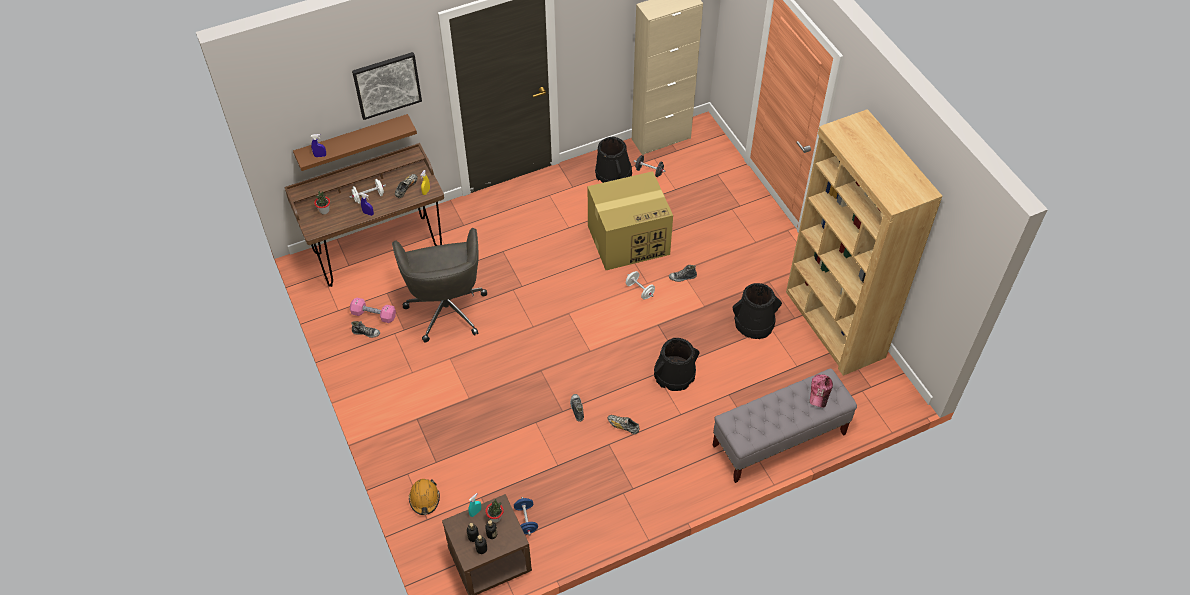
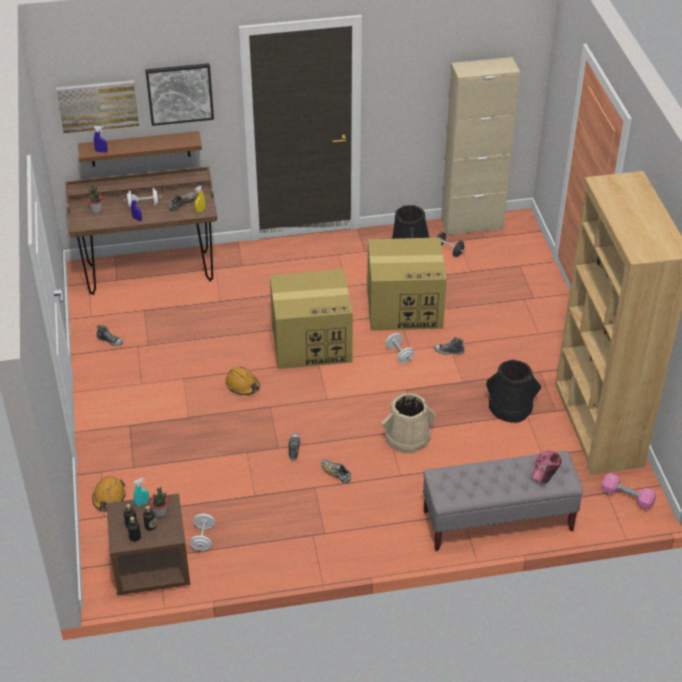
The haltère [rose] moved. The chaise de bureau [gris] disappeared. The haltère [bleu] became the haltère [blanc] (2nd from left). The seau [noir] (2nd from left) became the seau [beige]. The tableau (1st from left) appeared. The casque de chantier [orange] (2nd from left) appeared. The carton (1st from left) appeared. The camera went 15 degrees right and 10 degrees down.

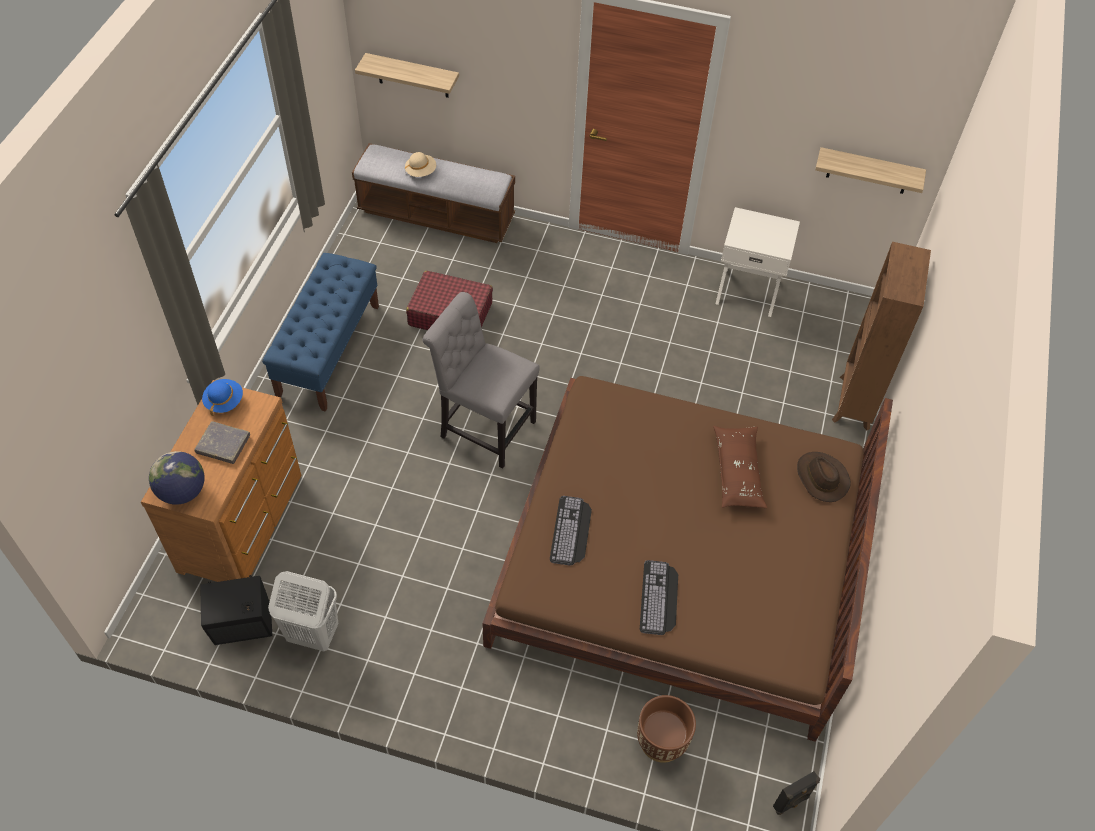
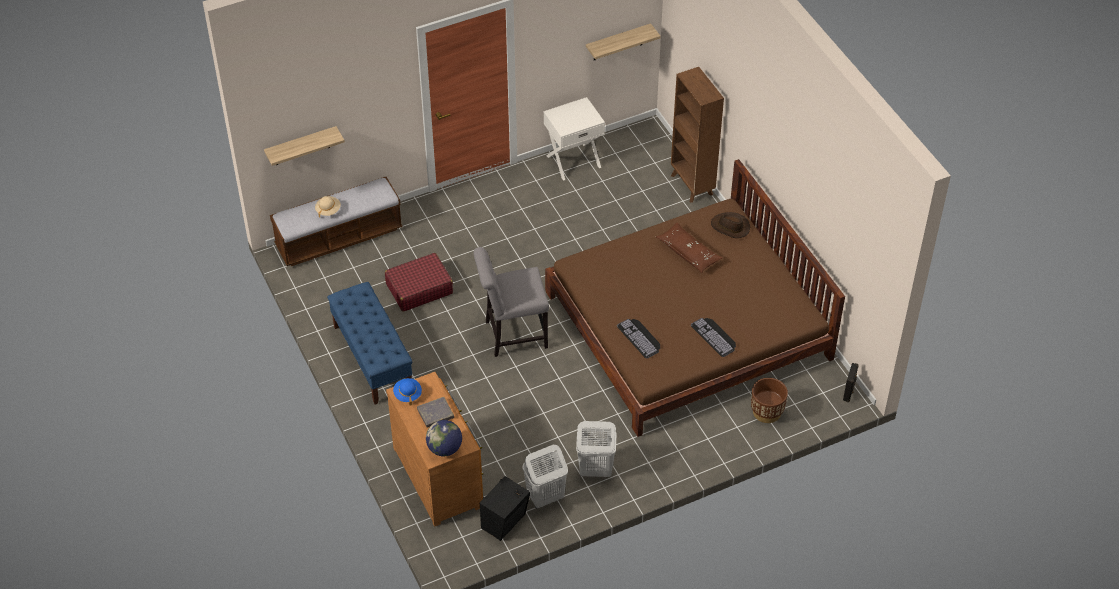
The panier à linge [blanc] (2nd from left) appeared. The camera went 40 degrees left and 5 degrees down.

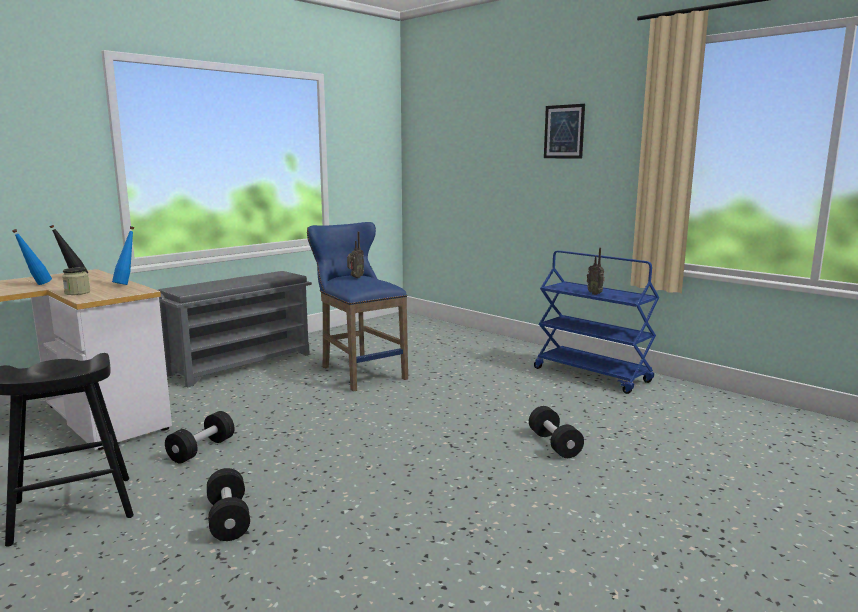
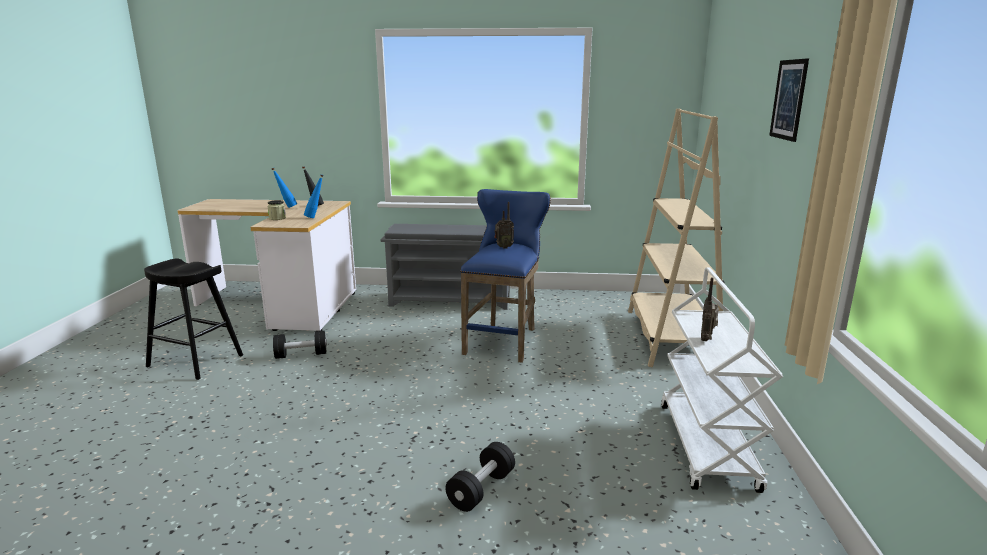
The haltère [noir] (2nd from left) disappeared. The chariot [bleu] became the chariot [blanc]. The bibliothèque [beige] appeared. The camera went 50 degrees right and 5 degrees up.

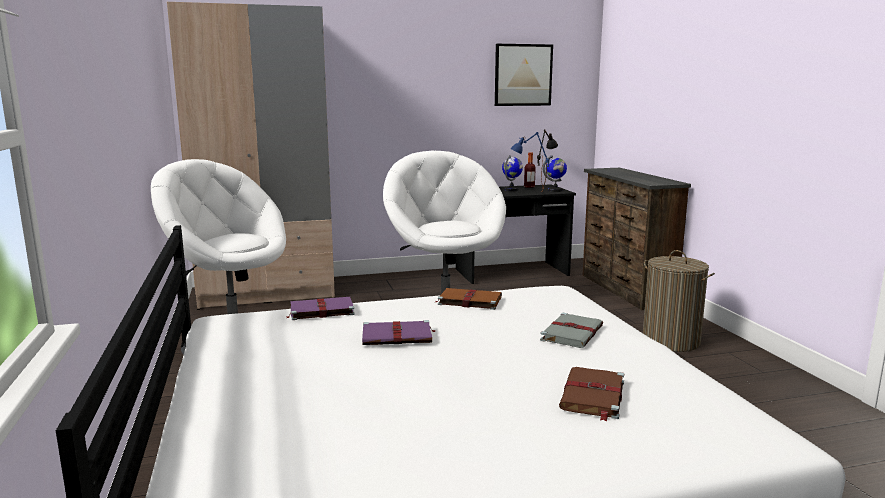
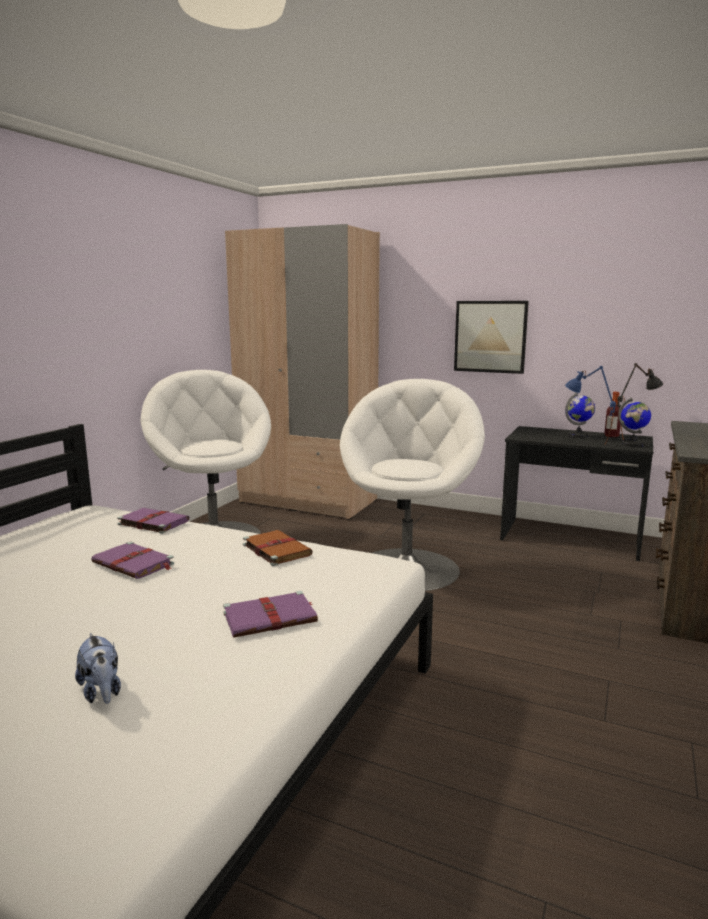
The tableau moved. The livre [gris] became the livre [violet] (3rd from left). The livre [marron] (2nd from left) was replaced by the peluche. The panier à linge disappeared. The camera went 40 degrees right and 0 degrees up.

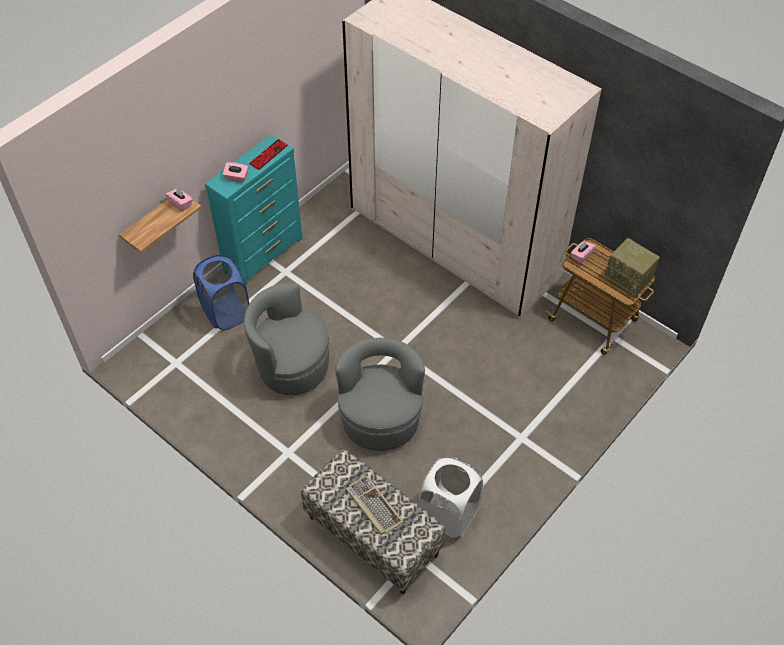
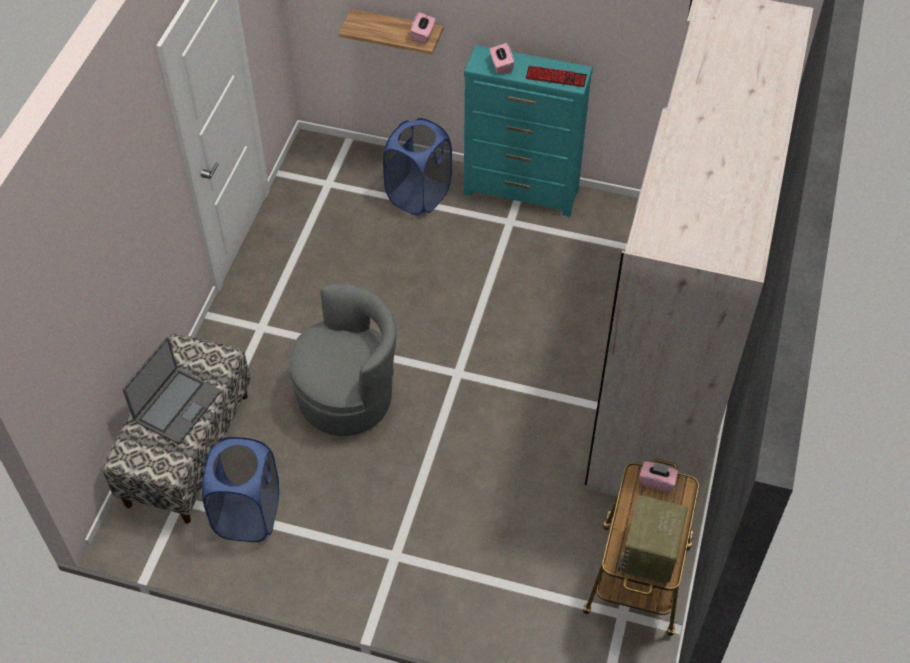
The fauteuil [gris] (1st from left) disappeared. The clavier (2nd from left) was replaced by the ordinateur portable. The panier à linge [blanc] became the panier à linge [bleu] (1st from left). The camera went 65 degrees right and 0 degrees up.

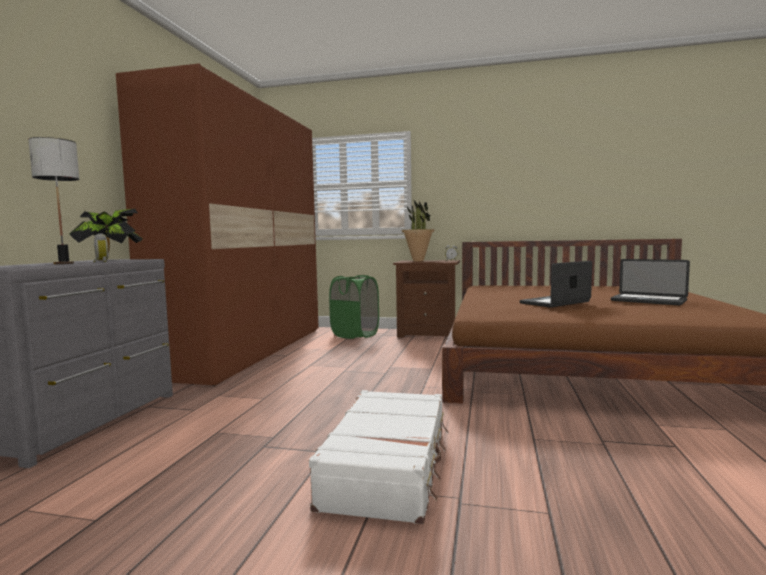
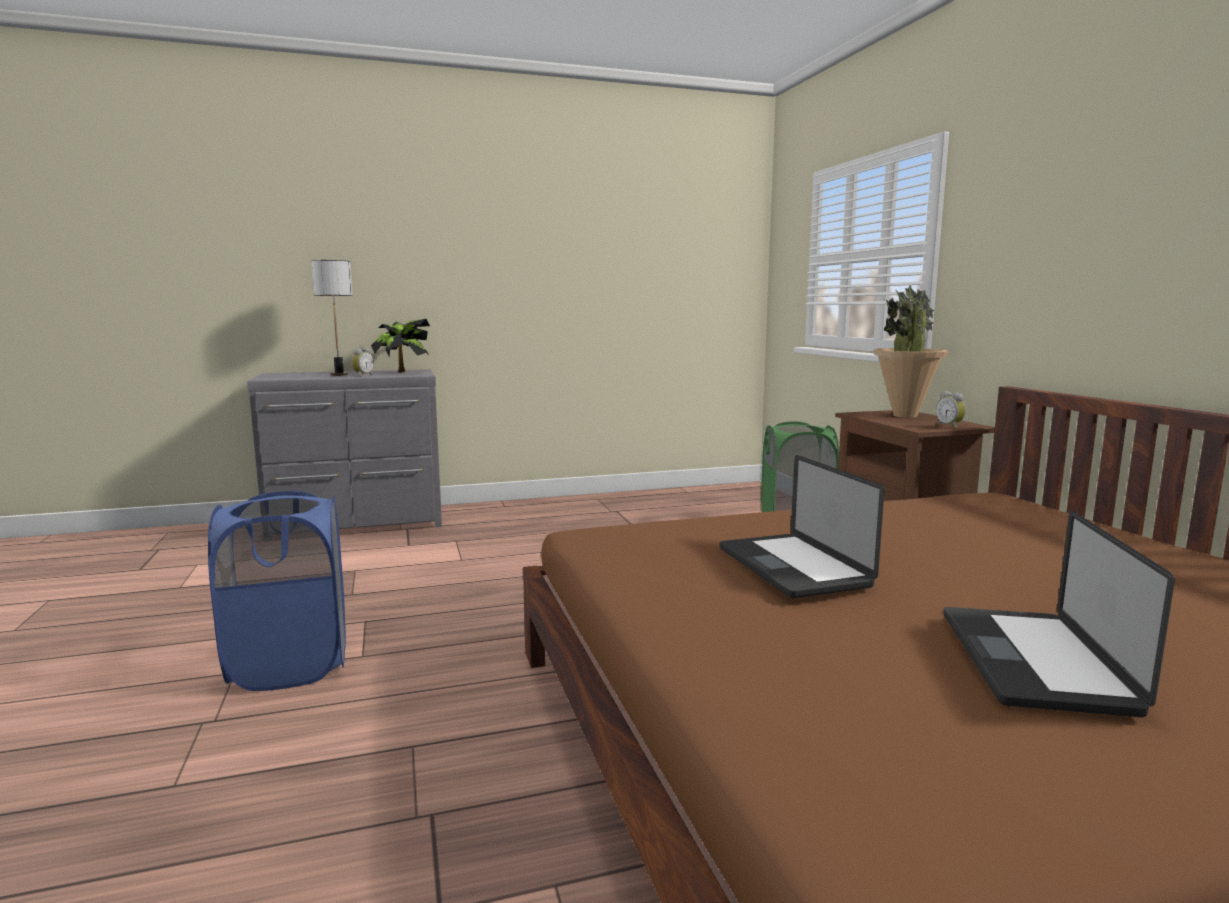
The armoire [marron] disappeared. The valise [blanc] was replaced by the panier à linge [bleu]. The ordinateur portable (1st from left) turned 135 degrees counterclockwise. The camera went 60 degrees right and 5 degrees up.

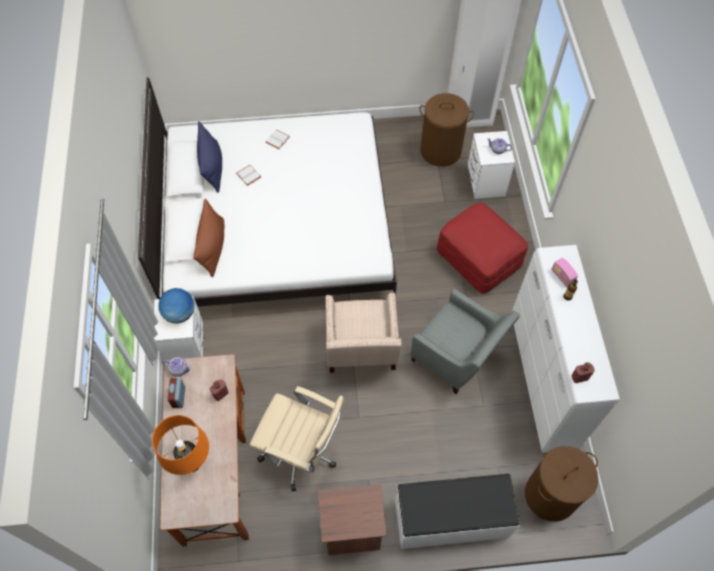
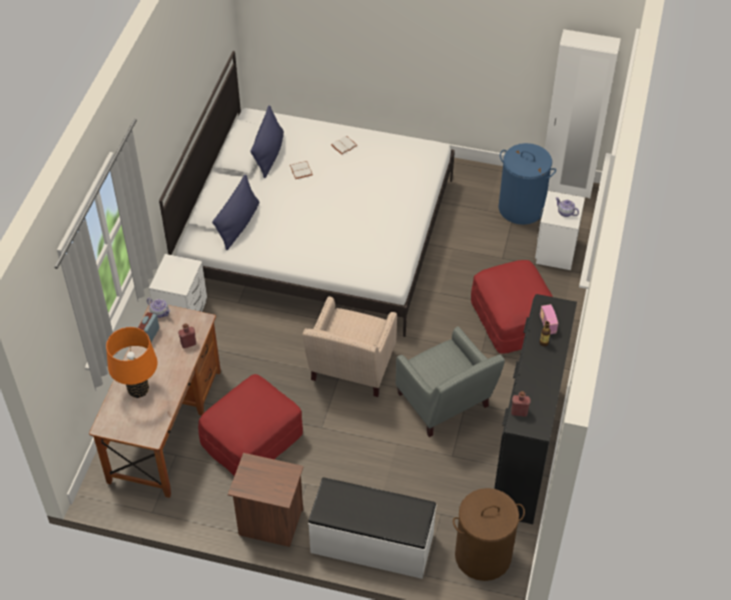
The globe disappeared. The coussin [marron] became the coussin [bleu] (1st from left). The chaise de bureau [beige] was replaced by the pouf [rouge] (1st from left). The panier à linge [marron] (1st from left) became the panier à linge [bleu]. The commode [blanc] became the commode [noir]. The camera went 20 degrees right and 10 degrees down.

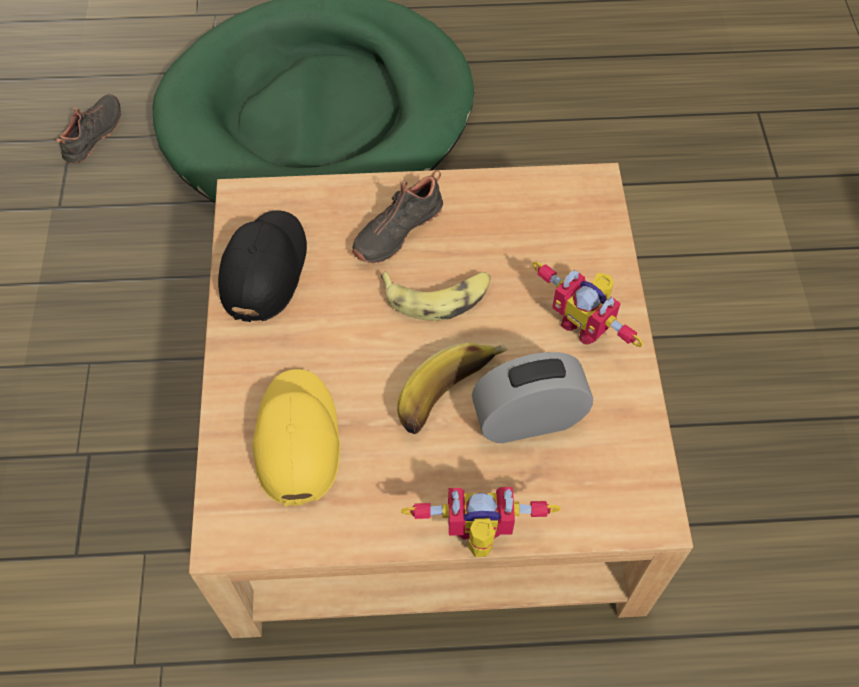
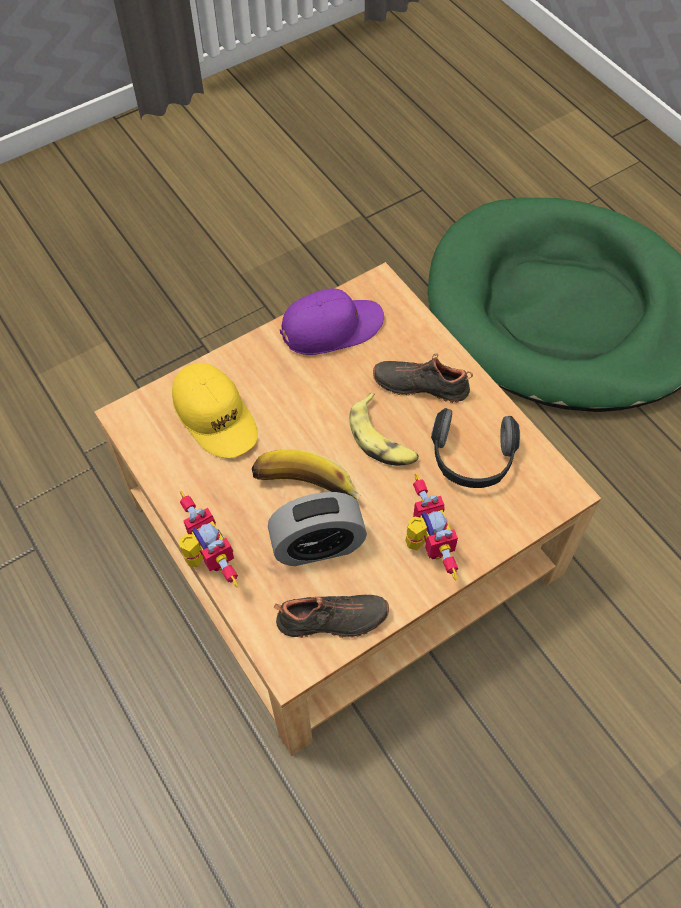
The chaussure [noir] (1st from left) moved. The casquette [noir] became the casquette [violet]. The casquette [jaune] turned 90 degrees clockwise. The réveil turned 120 degrees clockwise. The robot jouet (2nd from left) turned 150 degrees clockwise. The casque audio appeared. The camera went 60 degrees right and 0 degrees up.

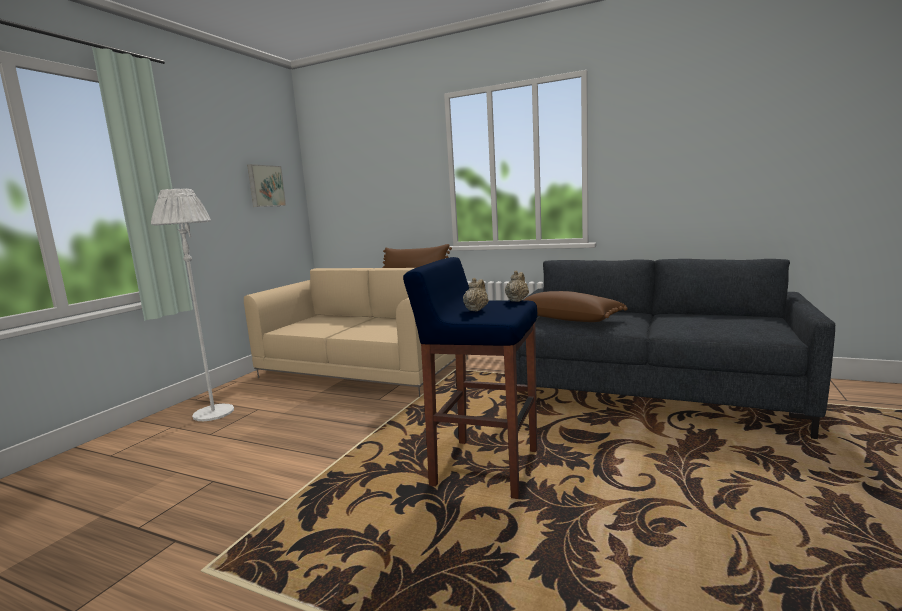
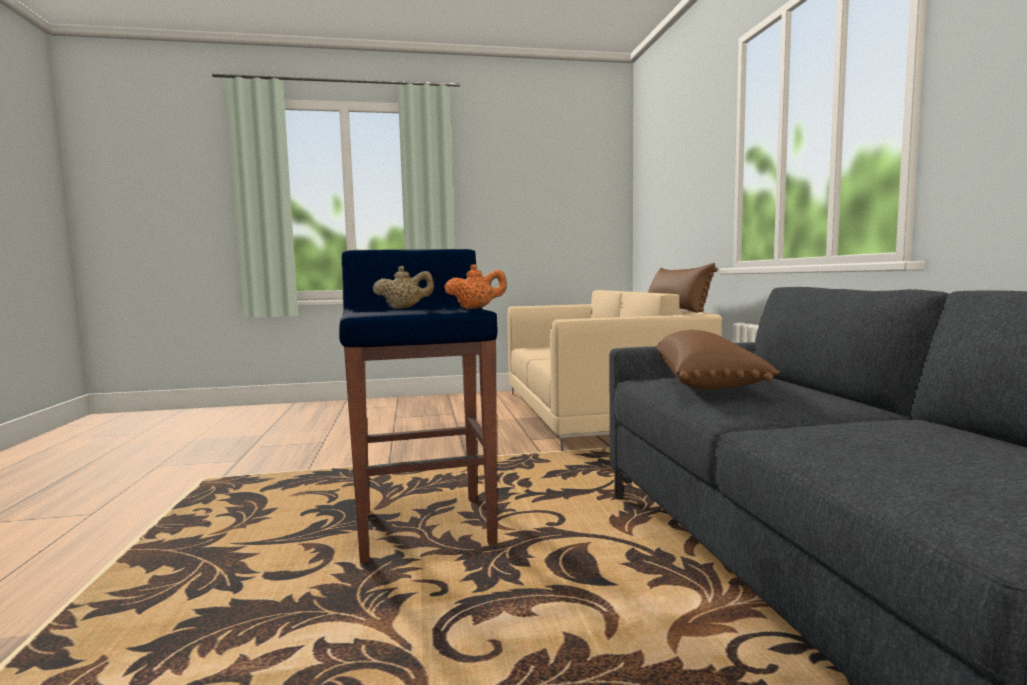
The lampadaire [blanc] disappeared. The tableau disappeared. The théière [beige] (2nd from left) became the théière [orange]. The camera went 55 degrees right and 5 degrees down.

